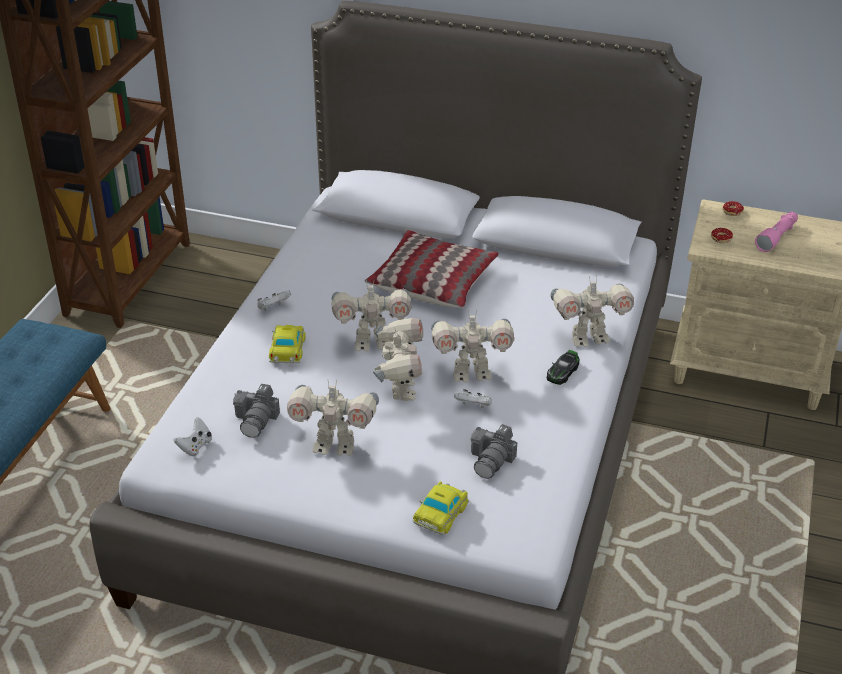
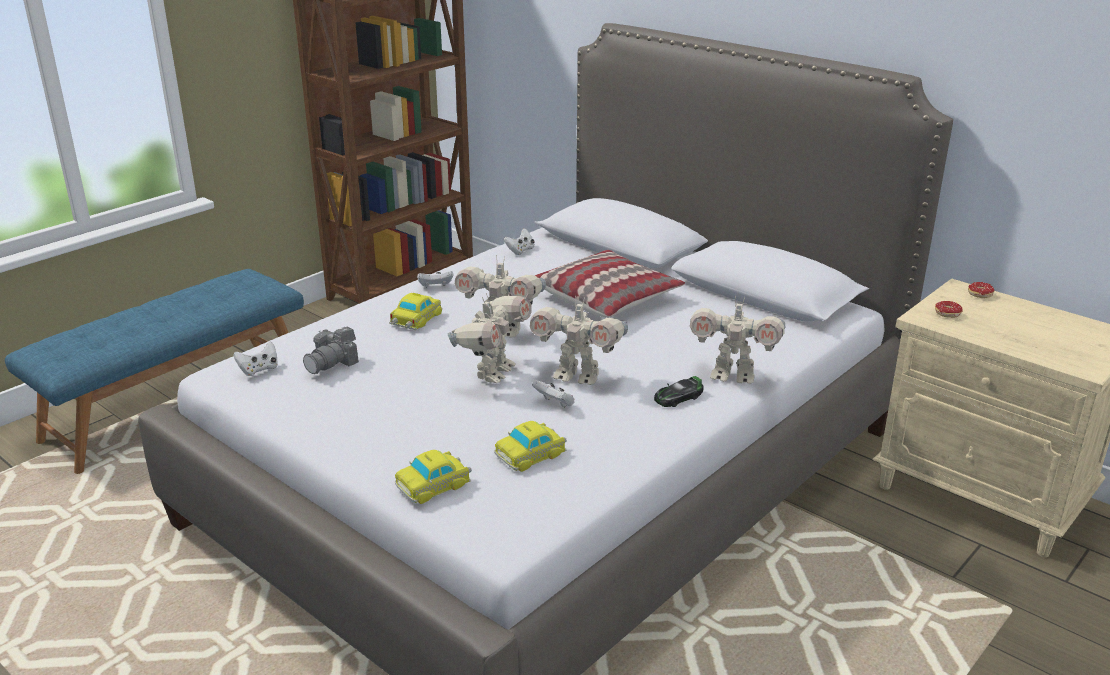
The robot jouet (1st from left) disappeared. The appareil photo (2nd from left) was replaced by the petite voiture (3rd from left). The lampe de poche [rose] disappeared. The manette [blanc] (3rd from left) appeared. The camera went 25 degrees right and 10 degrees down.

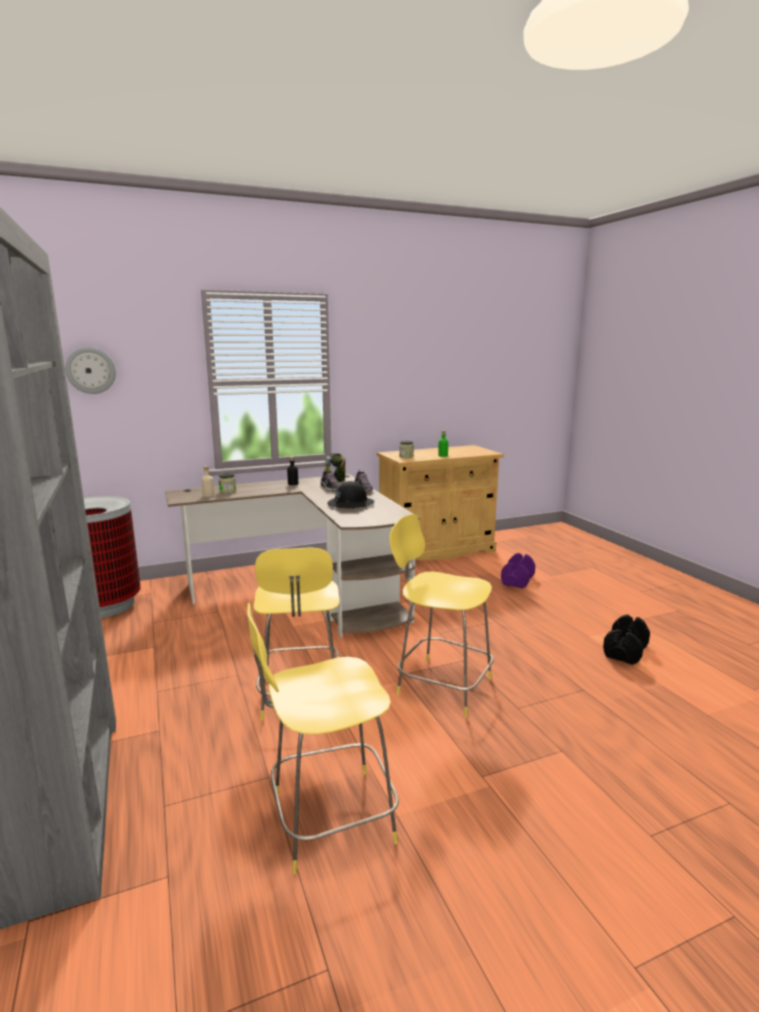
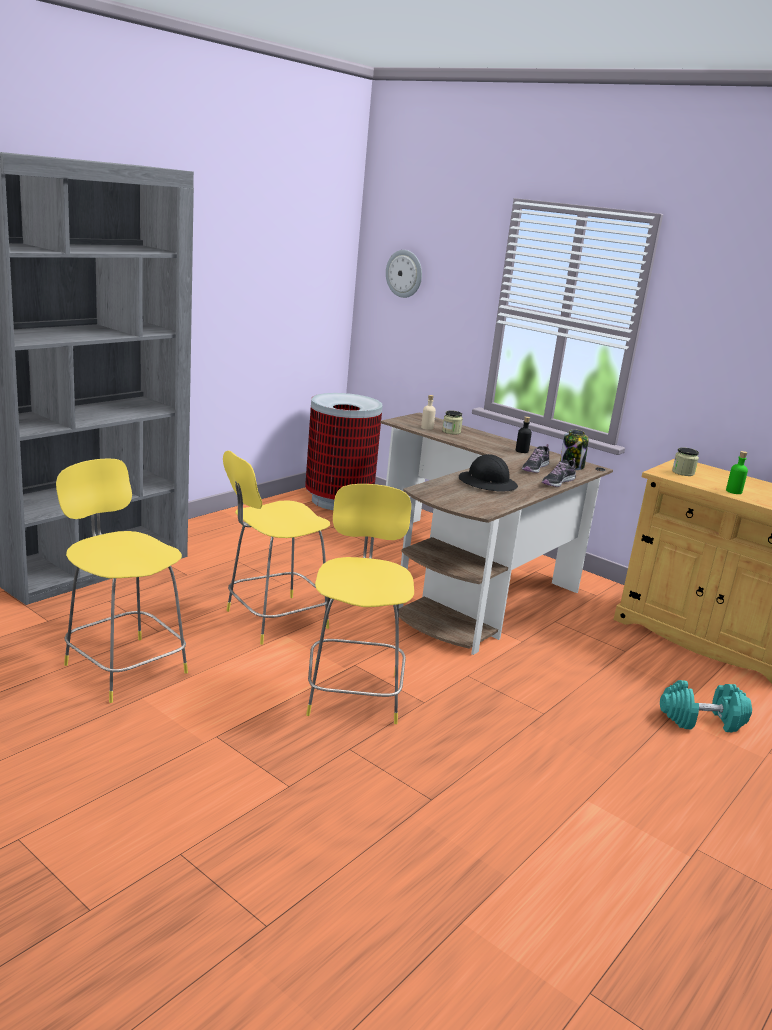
The haltère [violet] became the haltère [turquoise]. The haltère [noir] disappeared. The camera went 60 degrees right and 5 degrees up.

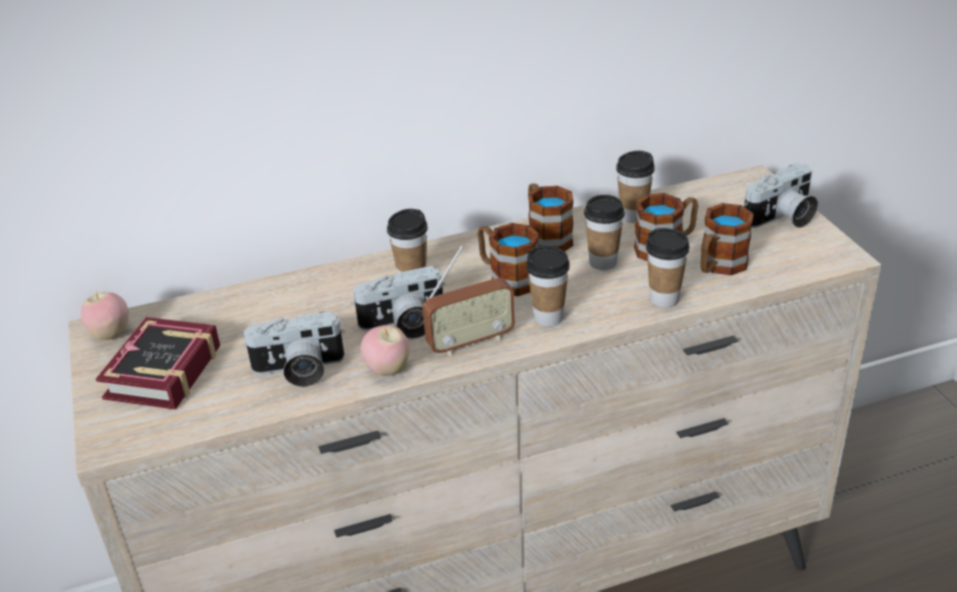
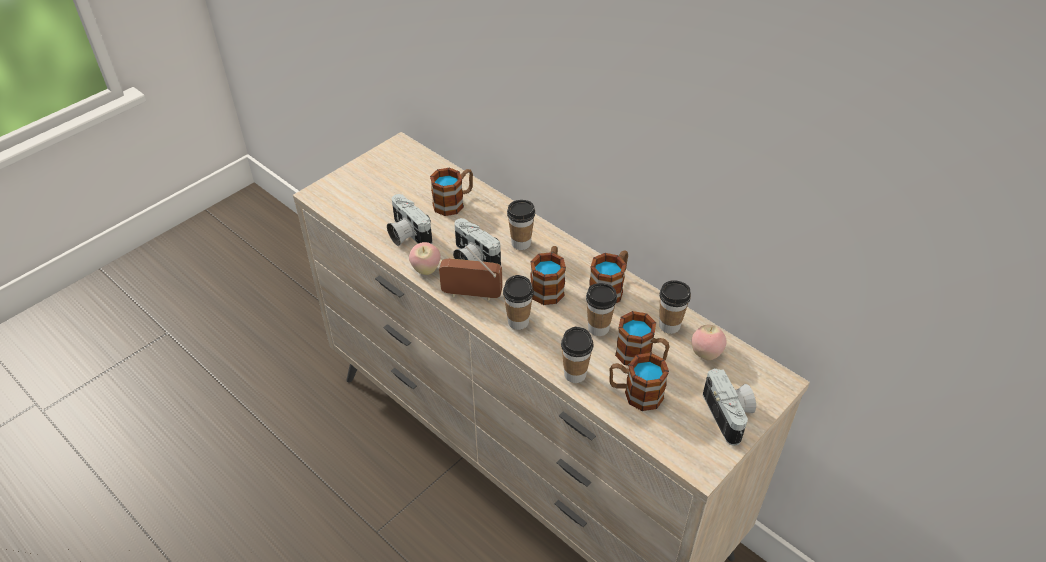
The pomme (1st from left in the first image) moved. The livre disappeared. The radio turned 150 degrees clockwise. The appareil photo (3rd from left) turned 135 degrees counterclockwise. The mug (1st from left) appeared. The camera went 60 degrees right and 10 degrees up.

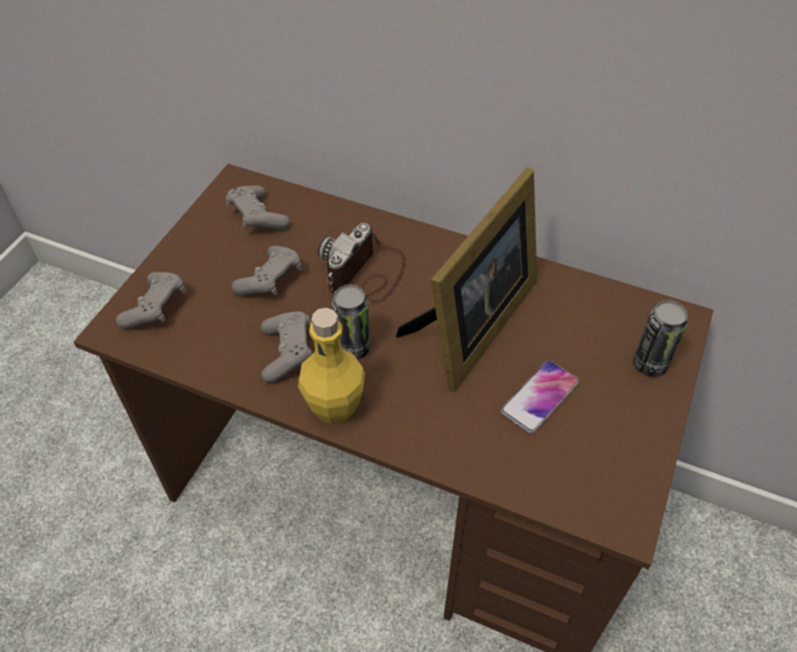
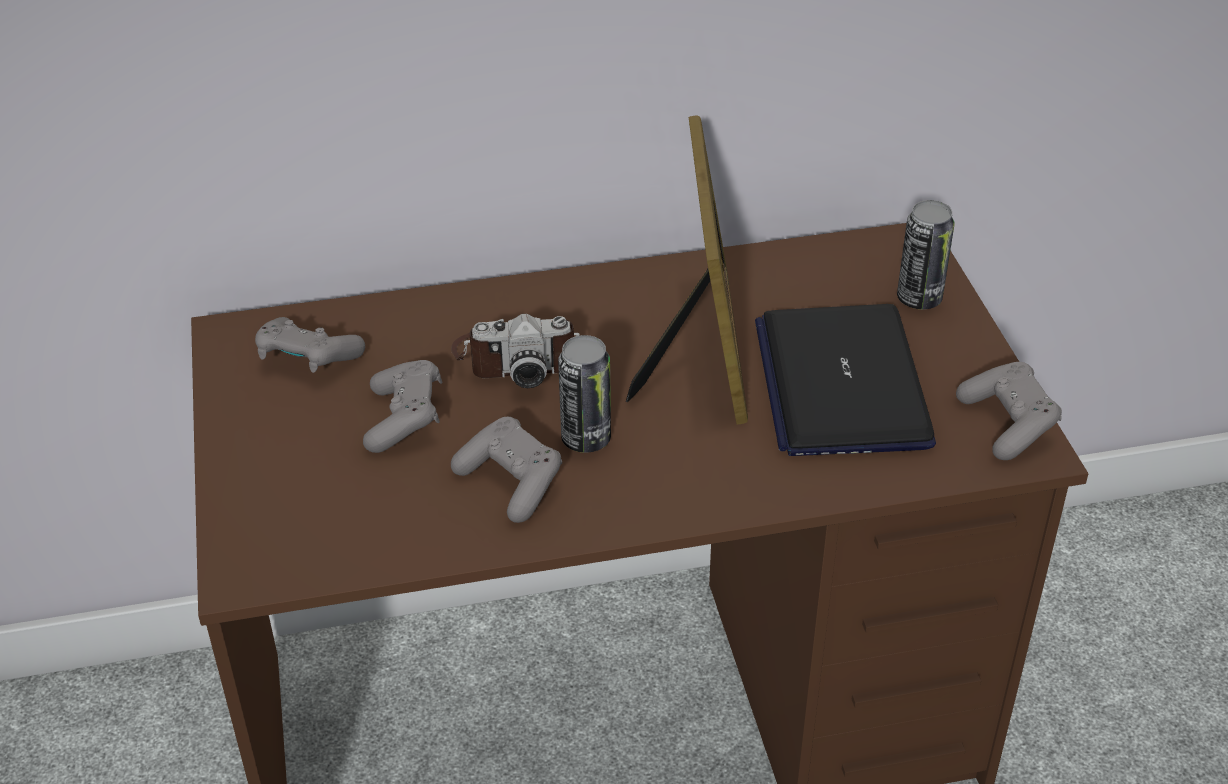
The manette [gris] (1st from left in the first image) moved. The bouteille [jaune] disappeared. The appareil photo turned 90 degrees counterclockwise. The téléphone was replaced by the ordinateur portable. The camera went 35 degrees left and 10 degrees down.

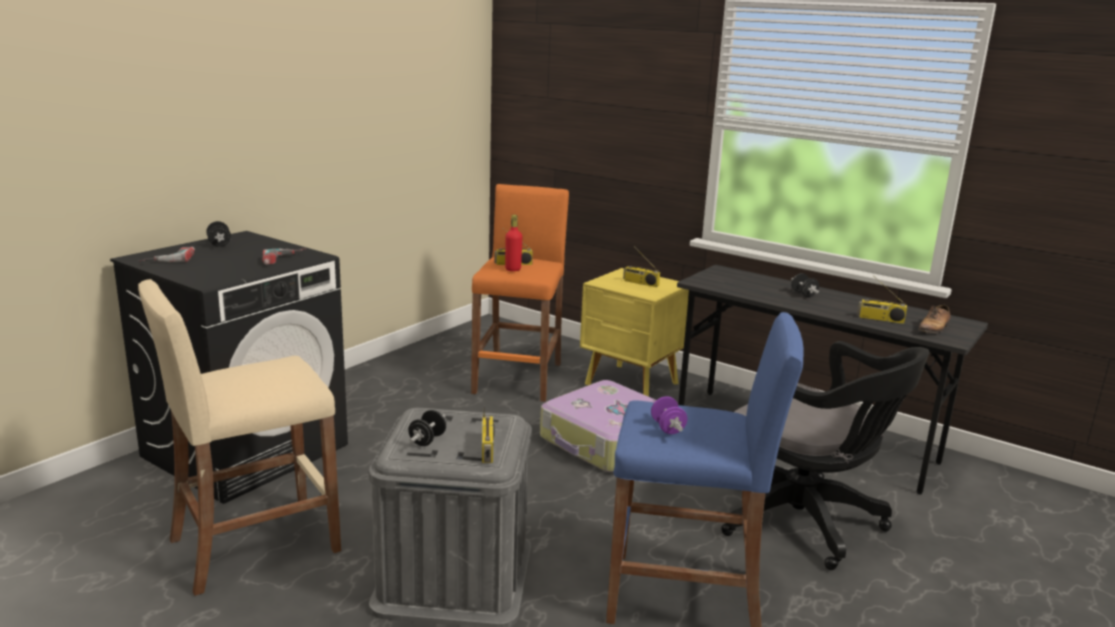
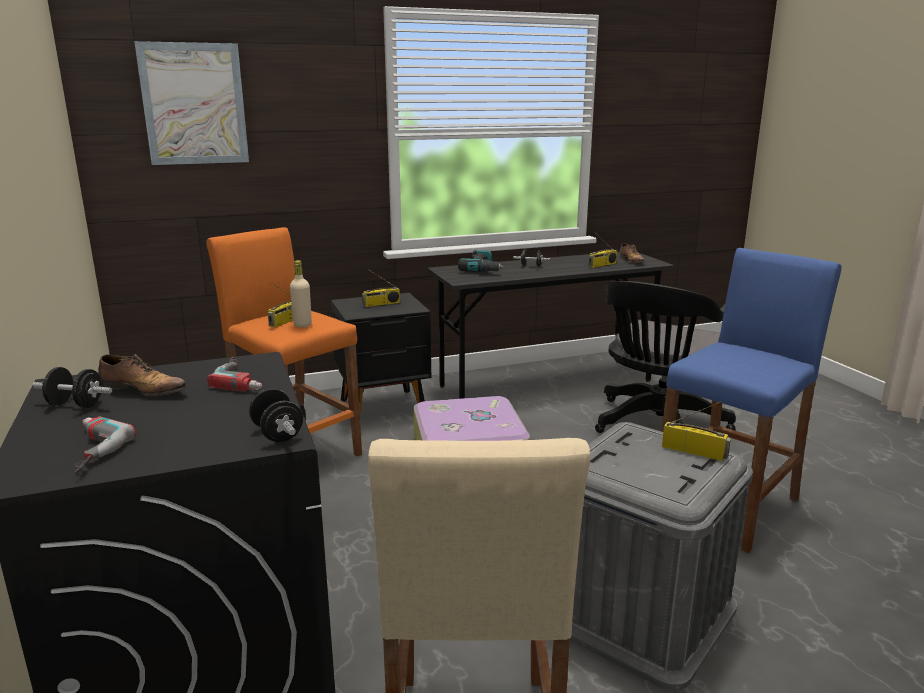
The haltère [noir] (2nd from left) moved. The bouteille [rouge] became the bouteille [beige]. The table de chevet [jaune] became the table de chevet [noir]. The haltère [violet] disappeared. The chaise de bureau [noir] turned 135 degrees clockwise. The chaussure (1st from left) appeared. The tableau appeared. The perceuse (3rd from left) appeared. The camera went 55 degrees left and 0 degrees up.

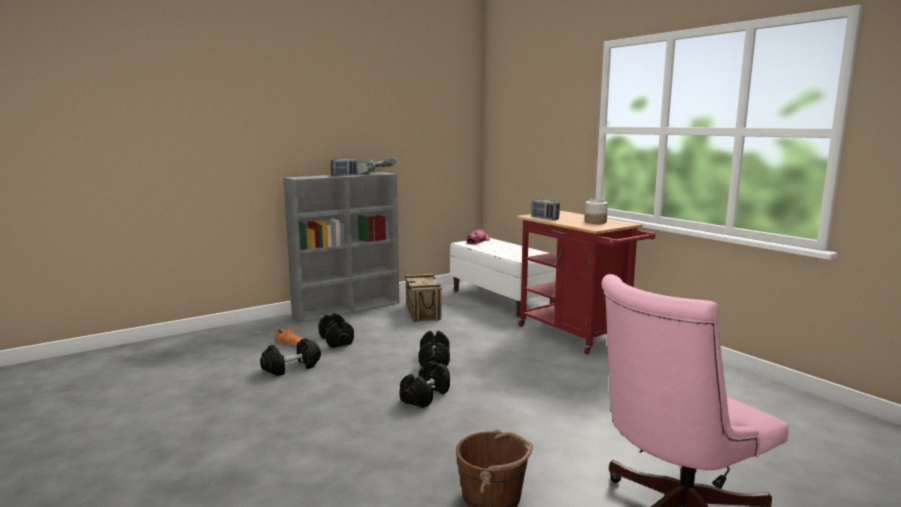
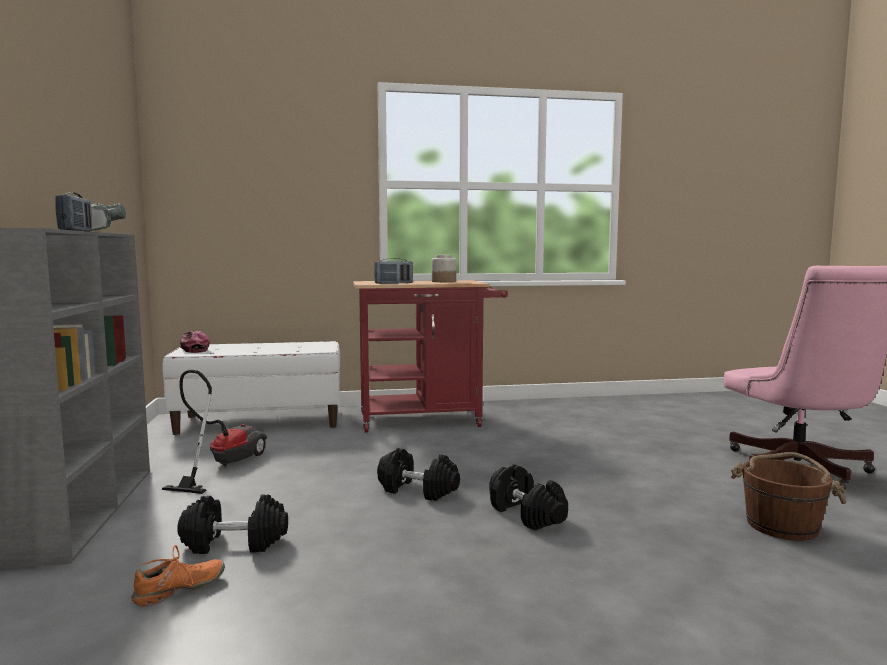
The haltère [noir] (1st from left) disappeared. The caisse was replaced by the aspirateur. The camera went 65 degrees left and 5 degrees down.

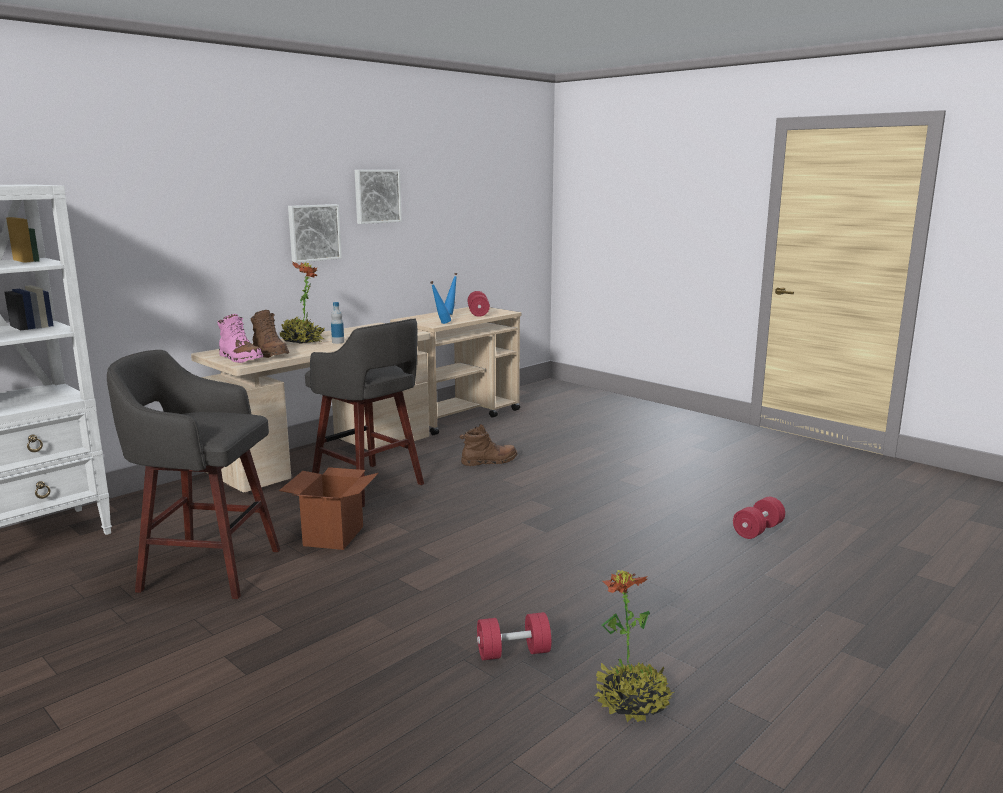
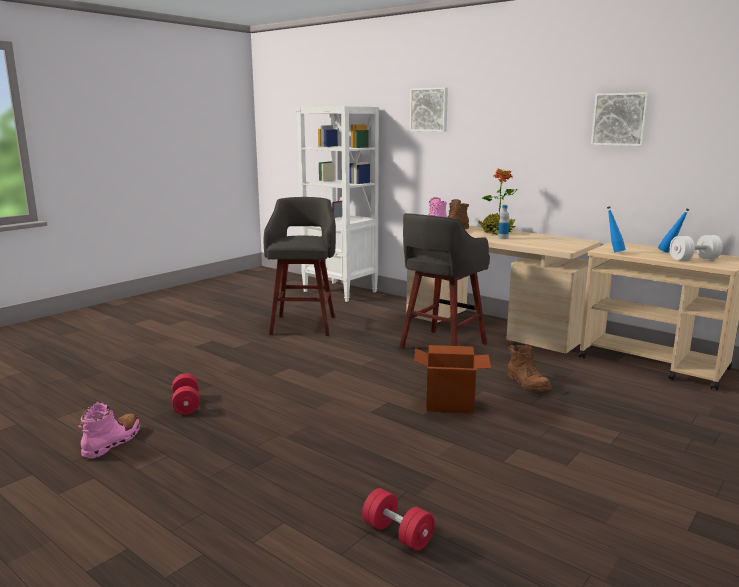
The carton moved. The tableau (1st from left) moved. The haltère [rouge] (1st from left) became the haltère [blanc]. The plante en pot (2nd from left) was replaced by the botte [rose] (1st from left). The camera went 85 degrees right and 0 degrees up.

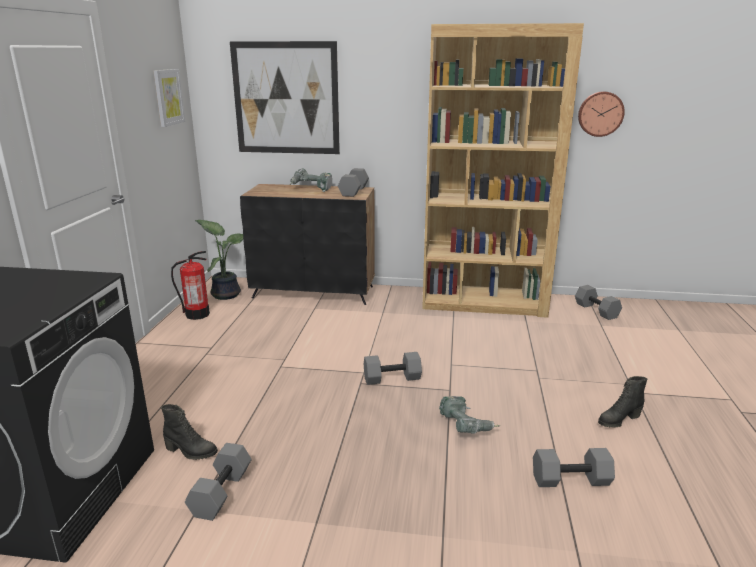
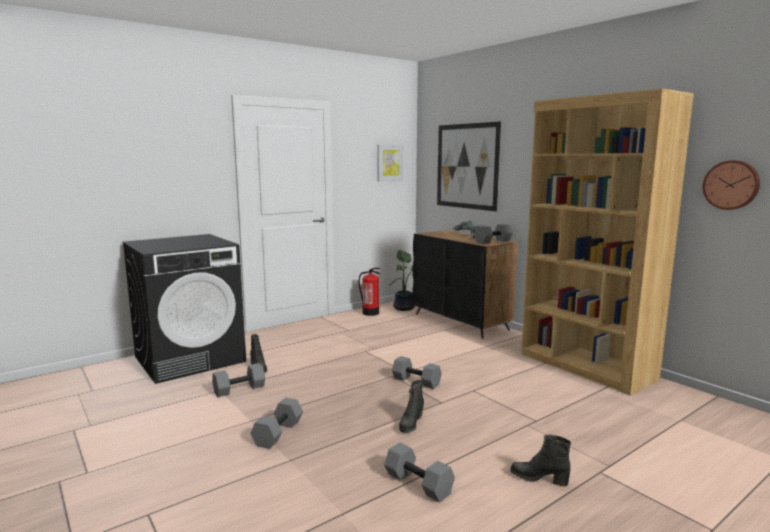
The perceuse (2nd from left) was replaced by the botte [noir] (2nd from left). The haltère [gris] (5th from left in the first image) moved. The camera went 45 degrees right and 10 degrees down.

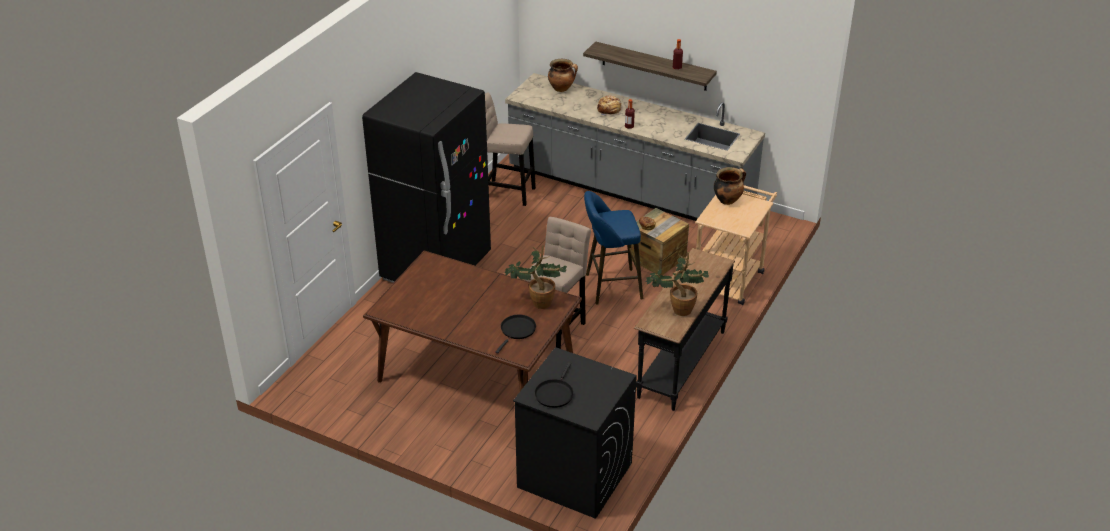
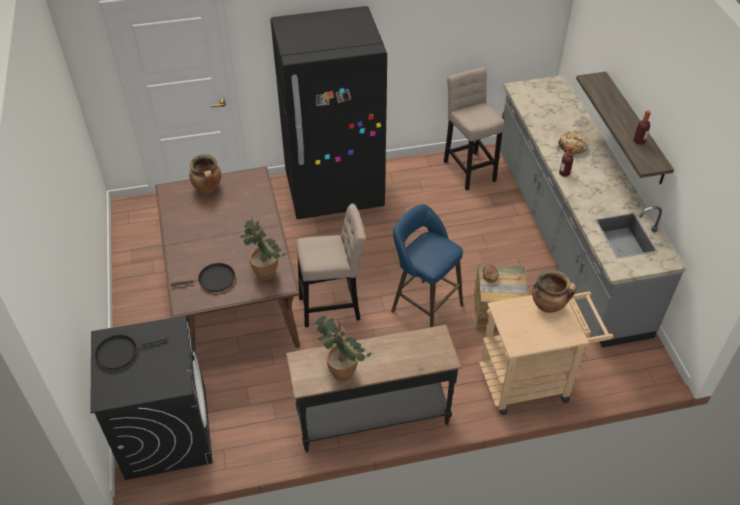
The marmite (1st from left) moved. The camera went 50 degrees right and 10 degrees up.

